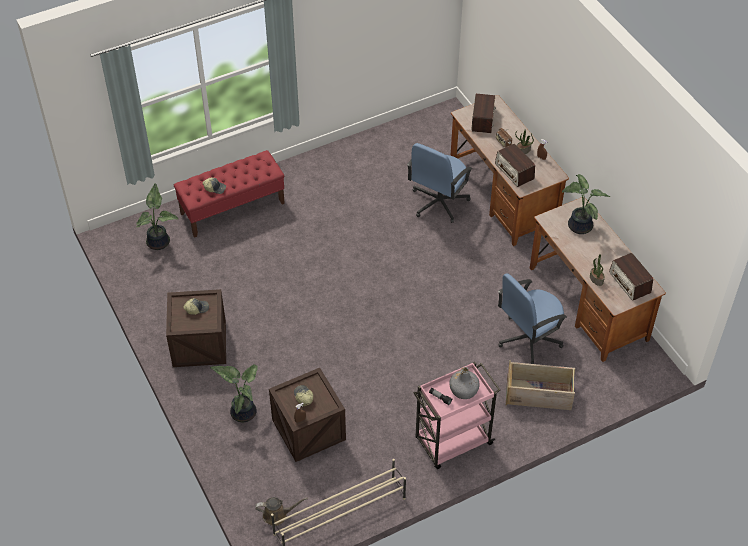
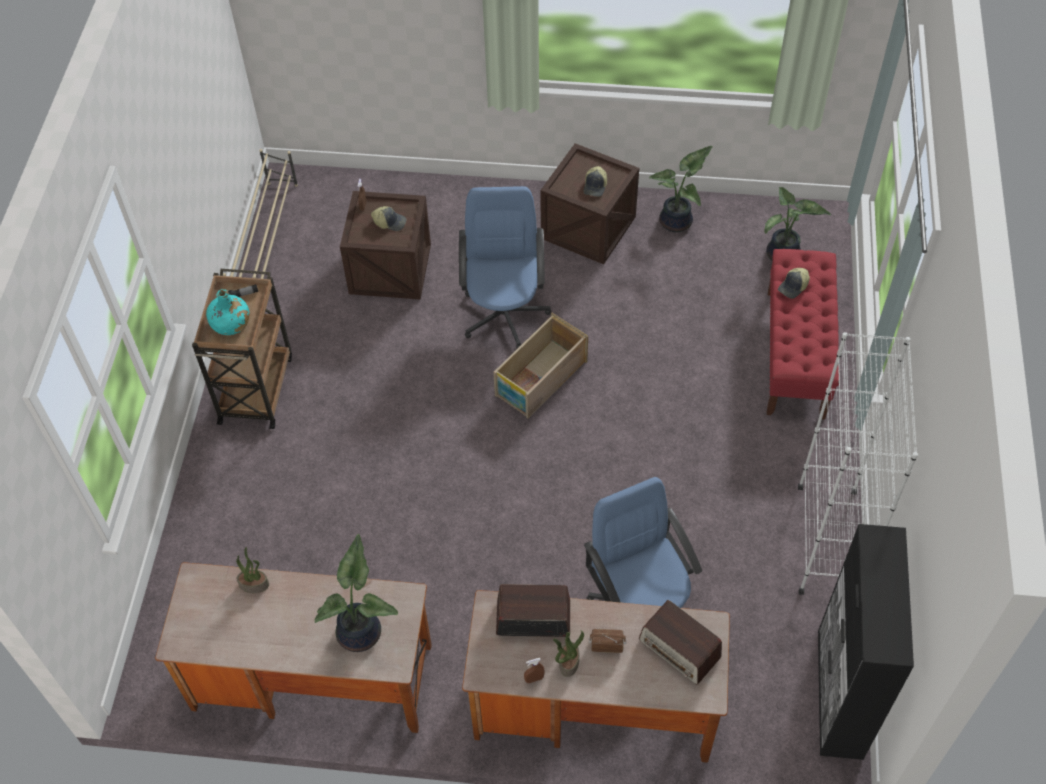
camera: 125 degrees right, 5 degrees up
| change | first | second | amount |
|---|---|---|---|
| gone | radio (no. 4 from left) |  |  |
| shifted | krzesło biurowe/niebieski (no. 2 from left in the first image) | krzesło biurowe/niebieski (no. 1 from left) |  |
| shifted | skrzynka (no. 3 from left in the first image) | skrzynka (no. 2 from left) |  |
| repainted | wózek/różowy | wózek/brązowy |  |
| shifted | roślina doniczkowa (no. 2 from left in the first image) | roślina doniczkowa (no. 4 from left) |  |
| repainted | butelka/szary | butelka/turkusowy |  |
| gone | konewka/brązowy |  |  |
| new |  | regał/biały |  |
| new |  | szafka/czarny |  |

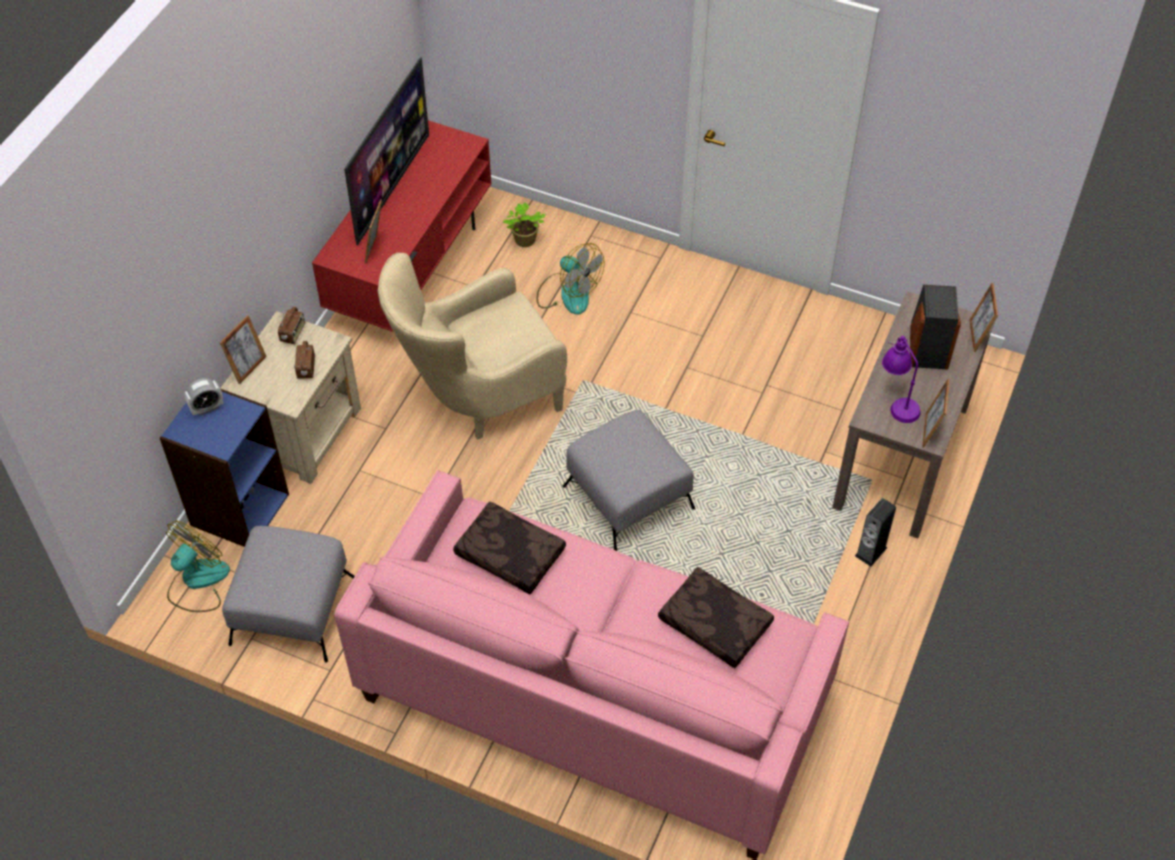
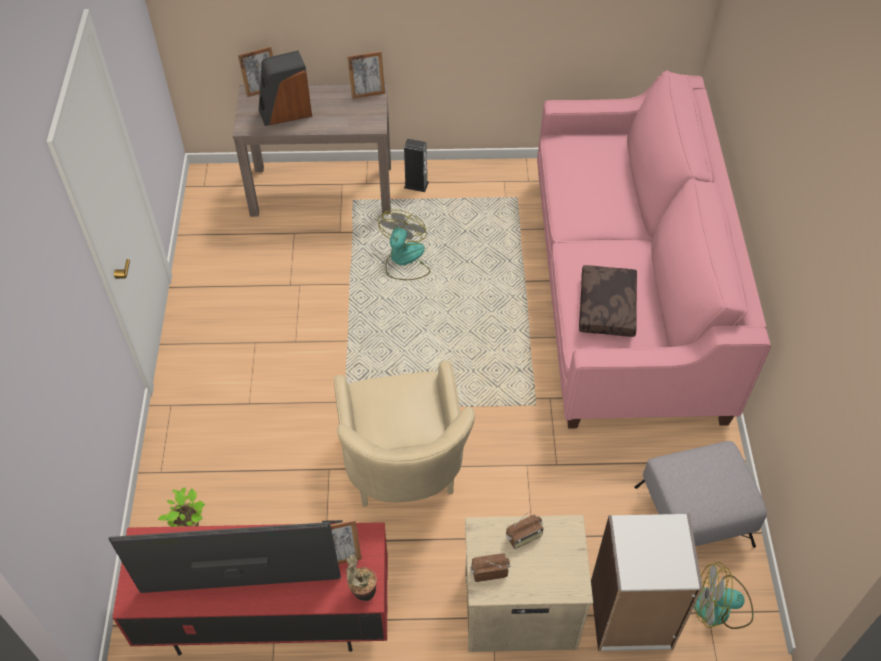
camera: 115 degrees left, 0 degrees up
| change | first | second | amount |
|---|---|---|---|
| shifted | wentylator (no. 2 from left in the first image) | wentylator (no. 1 from left) |  |
| rotated | fotel/beżowy |  | 45 degrees clockwise |
| gone | ramka na zdjęcie (no. 1 from left) |  |  |
| gone | lampa stołowa/fioletowy |  |  |
| gone | budzik |  |  |
| repainted | regał/niebieski | regał/biały |  |
| gone | pufa/szary (no. 2 from left) |  |  |
| gone | poduszka/brązowy (no. 2 from left) |  |  |
| new |  | roślina doniczkowa (no. 2 from left) |  |

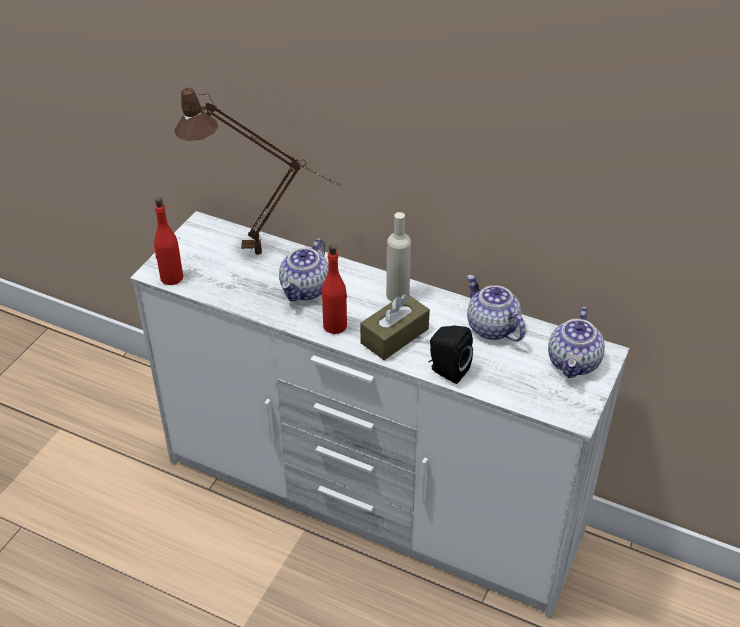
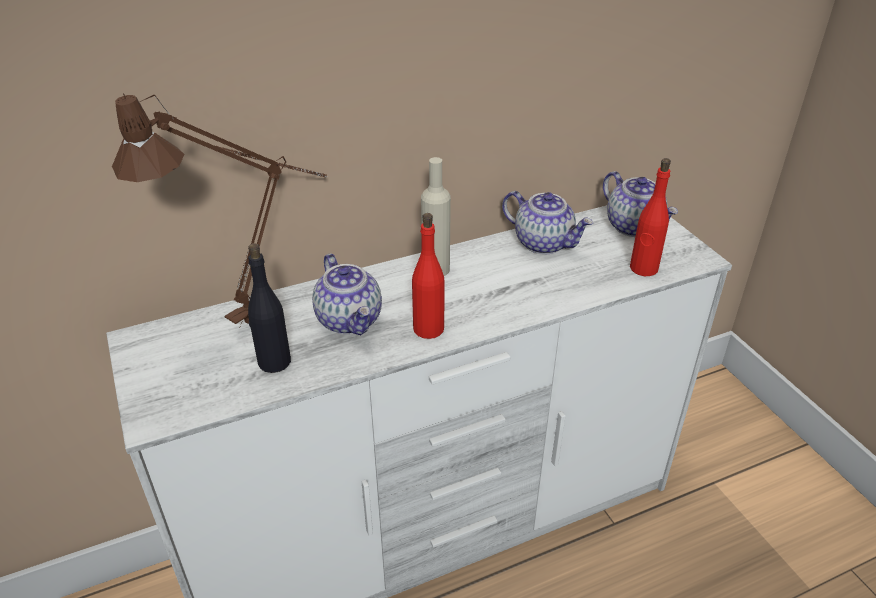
camera: 50 degrees left, 5 degrees down
| change | first | second | amount |
|---|---|---|---|
| shifted | butelka/czerwony (no. 1 from left in the first image) | butelka/czerwony (no. 2 from left) |  |
| rotated | imbryk (no. 2 from left) |  | 150 degrees counterclockwise |
| gone | pudełko chusteczek/brązowy |  |  |
| gone | głośnik/czarny |  |  |
| new |  | butelka/czarny |  |

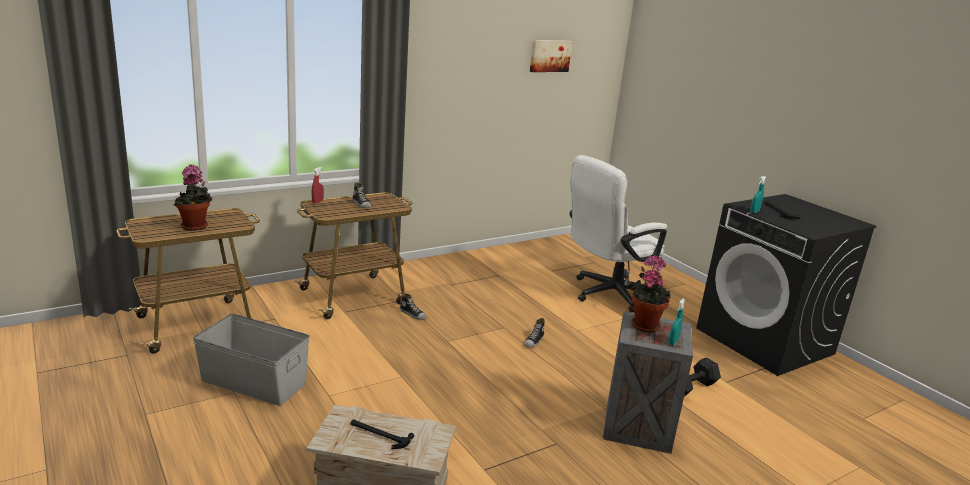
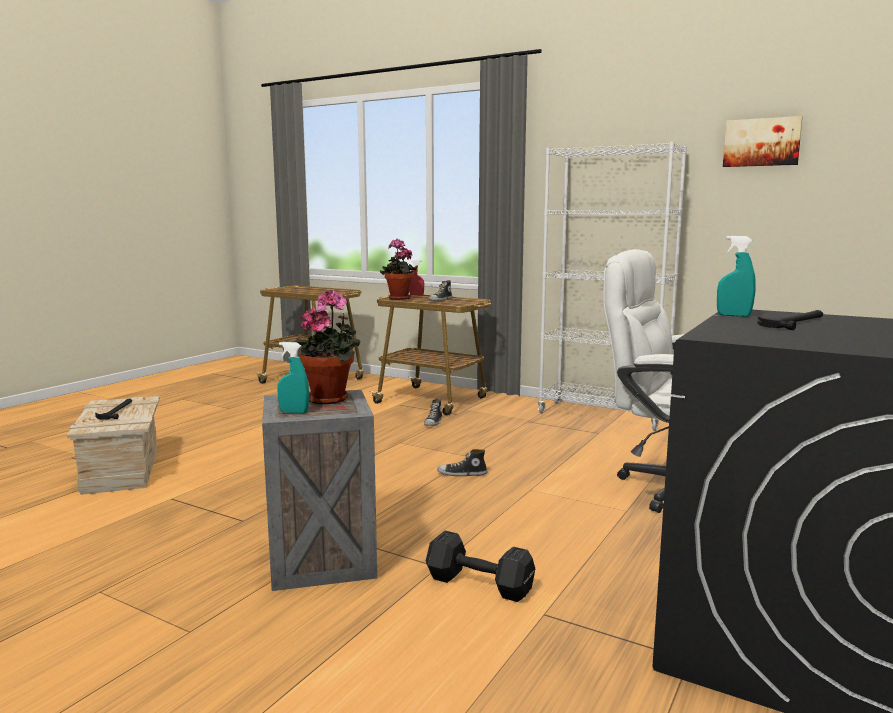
camera: 65 degrees right, 10 degrees down
| change | first | second | amount |
|---|---|---|---|
| shifted | roślina doniczkowa (no. 1 from left in the first image) | roślina doniczkowa (no. 2 from left) |  |
| gone | pojemnik do przechowywania/szary |  |  |
| new |  | regał/biały |  |

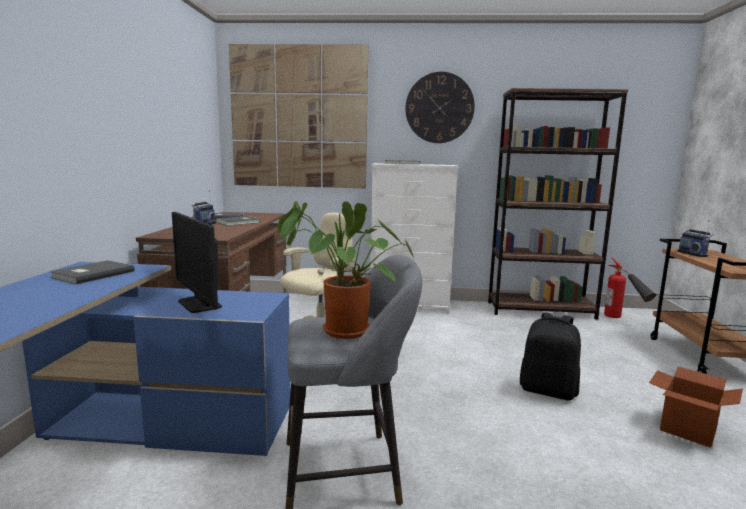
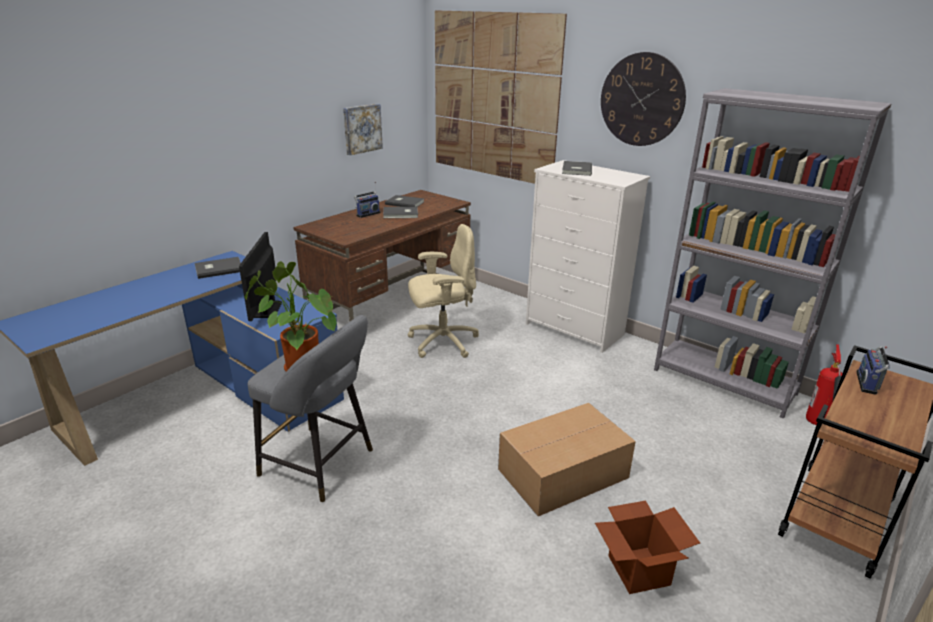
camera: 35 degrees right, 15 degrees up
| change | first | second | amount |
|---|---|---|---|
| repainted | regał/brązowy | regał/szary |  |
| swapped | plecak/czarny | karton (no. 1 from left) |  |
| new |  | obraz (no. 1 from left) |  |

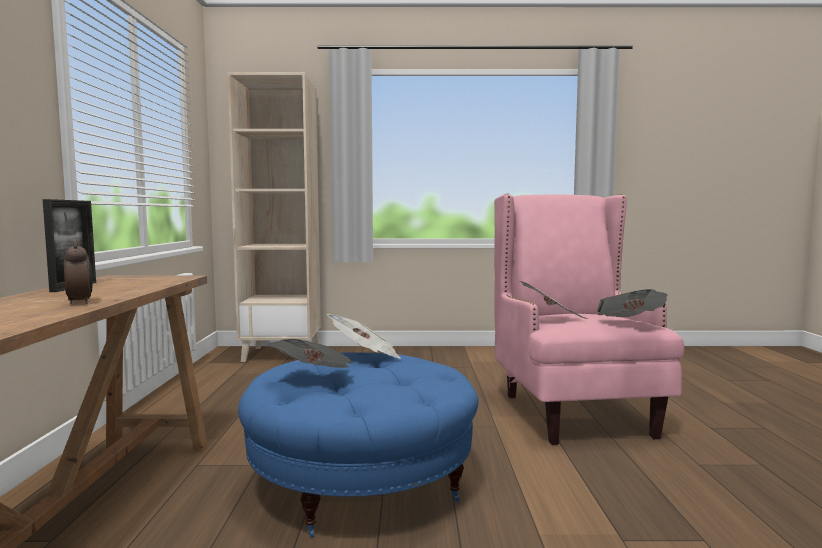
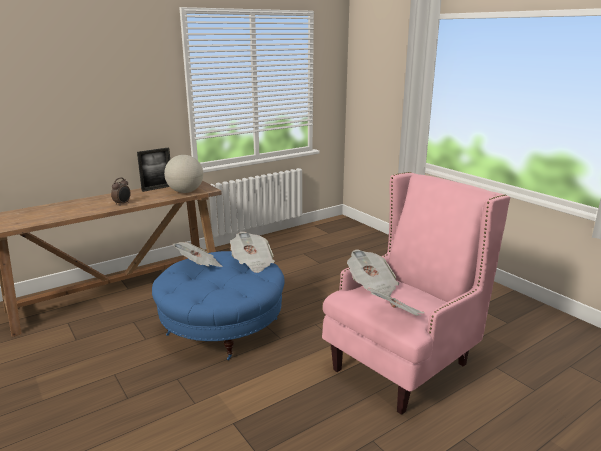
camera: 55 degrees right, 15 degrees up
| change | first | second | amount |
|---|---|---|---|
| gone | regał/beżowy |  |  |
| new |  | globus |  |

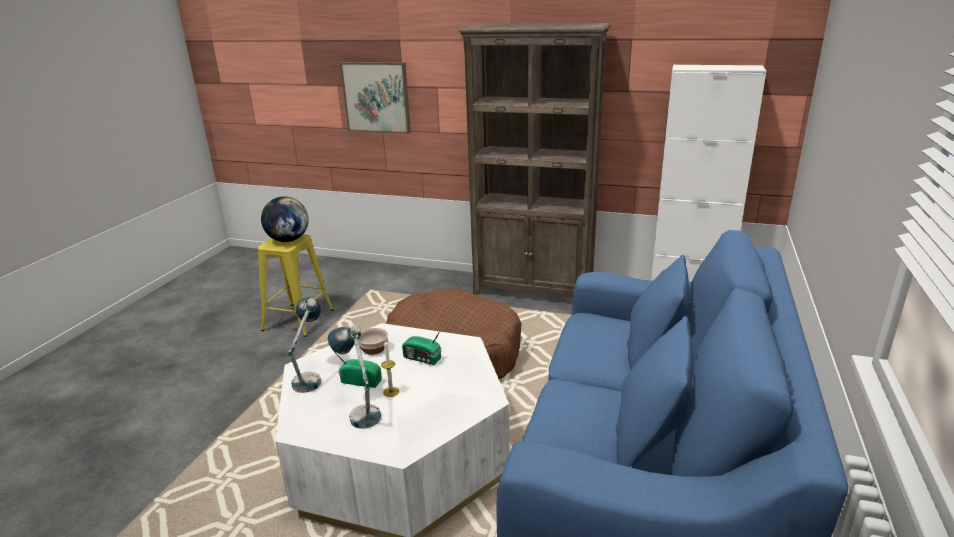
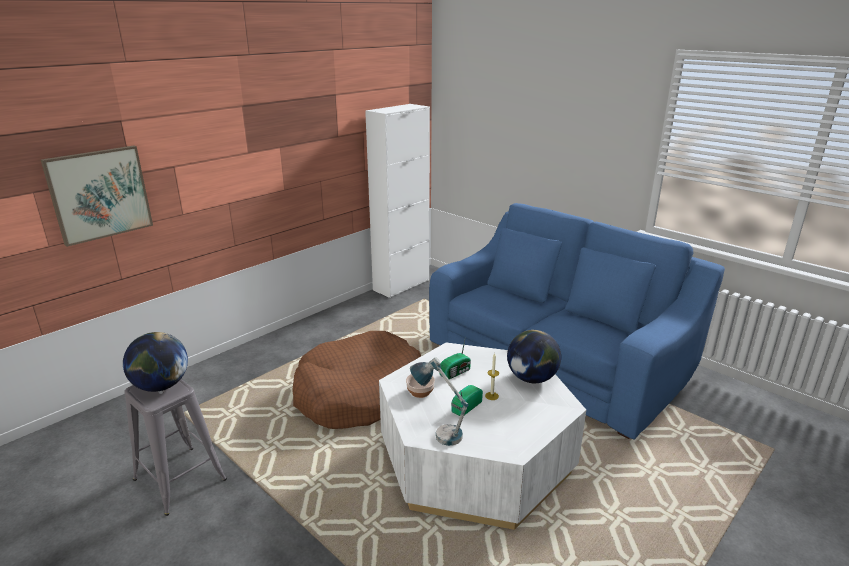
camera: 65 degrees left, 0 degrees up
| change | first | second | amount |
|---|---|---|---|
| gone | regał/brązowy |  |  |
| repainted | stołek/żółty | stołek/szary |  |
| gone | lampa stołowa (no. 2 from left) |  |  |
| new |  | globus (no. 2 from left) |  |

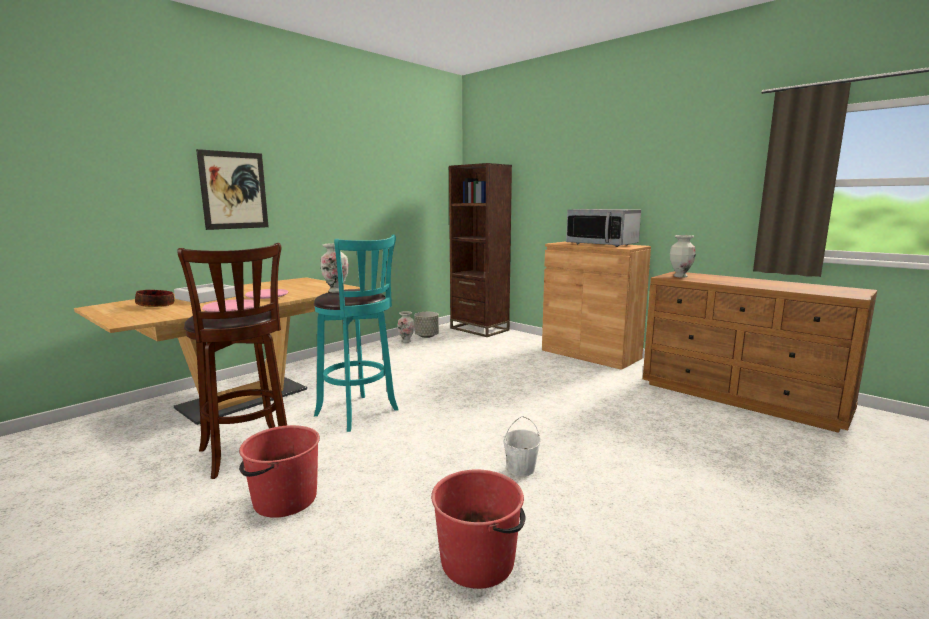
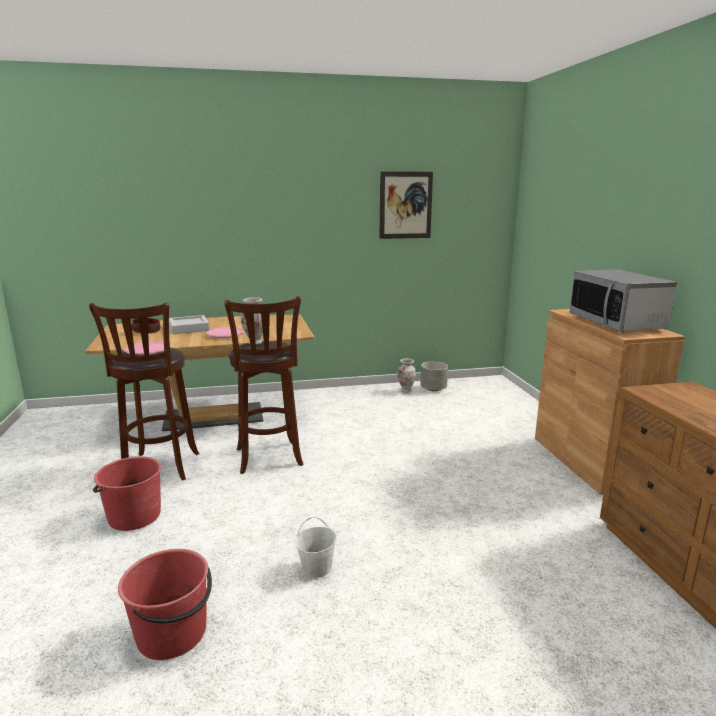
camera: 35 degrees right, 5 degrees up
| change | first | second | amount |
|---|---|---|---|
| shifted | obraz |  |  |
| gone | regał/brązowy |  |  |
| repainted | stołek/turkusowy | stołek/brązowy (no. 2 from left) |  |
| gone | wazon (no. 3 from left) |  |  |

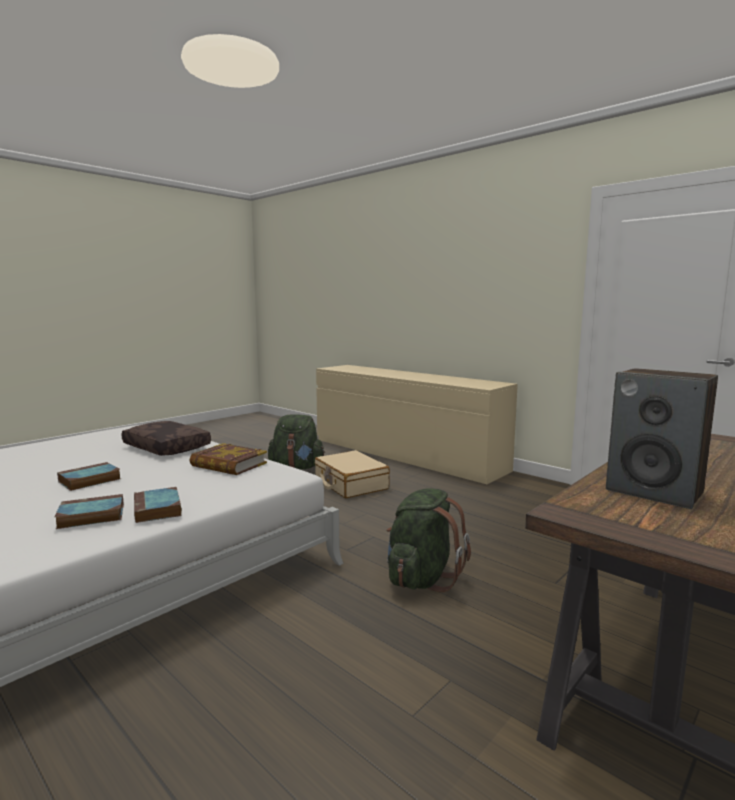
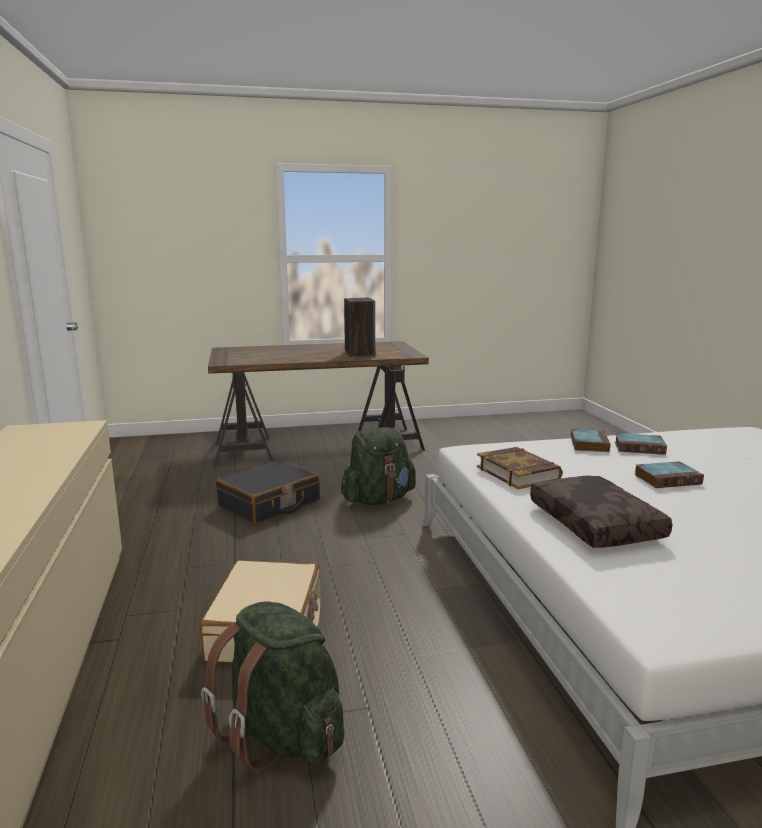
camera: 145 degrees left, 5 degrees up
| change | first | second | amount |
|---|---|---|---|
| new |  | walizka/czarny |  |

